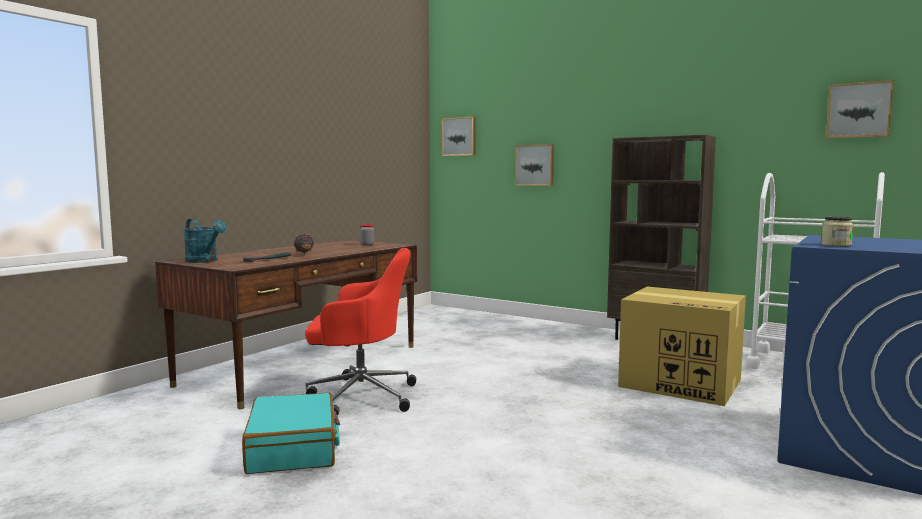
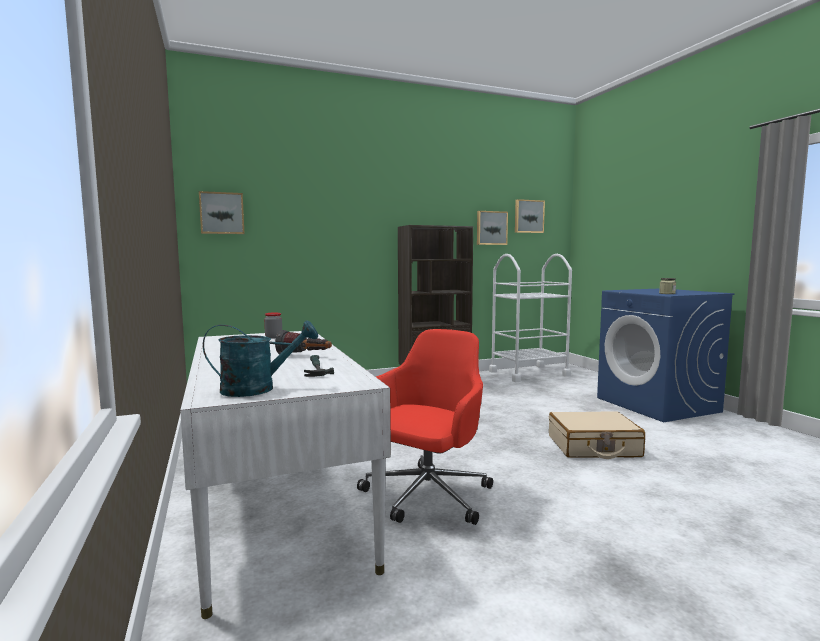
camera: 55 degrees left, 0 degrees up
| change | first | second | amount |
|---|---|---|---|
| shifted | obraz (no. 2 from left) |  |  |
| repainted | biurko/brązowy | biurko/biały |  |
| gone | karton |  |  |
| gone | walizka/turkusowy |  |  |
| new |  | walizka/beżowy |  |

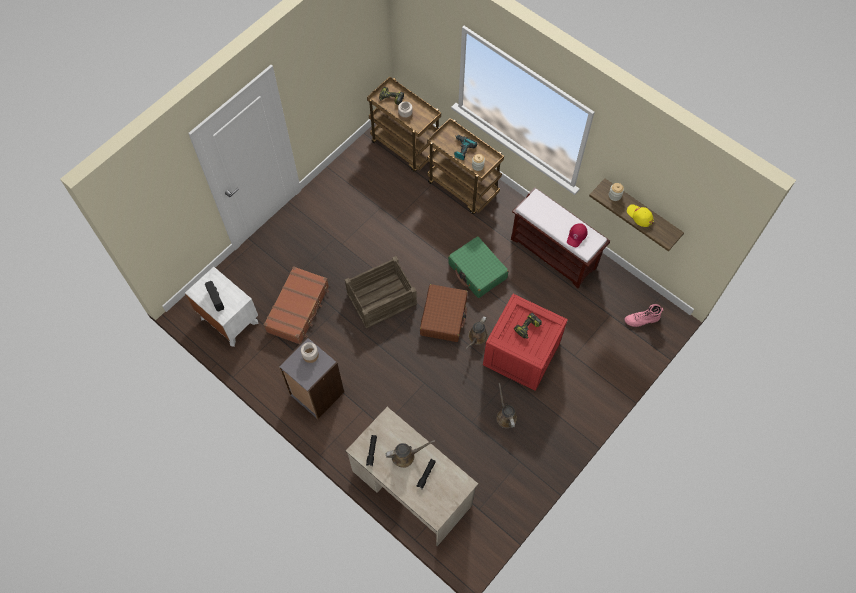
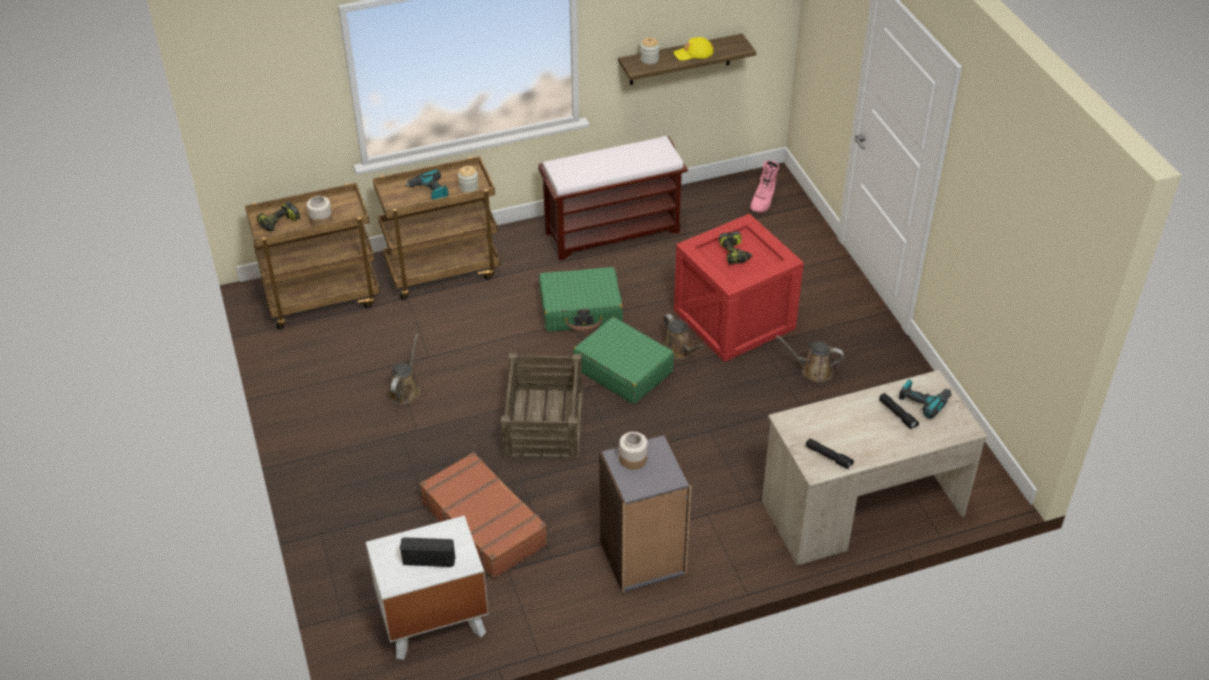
camera: 60 degrees left, 20 degrees down
| change | first | second | amount |
|---|---|---|---|
| gone | czapka z daszkiem/czerwony |  |  |
| repainted | walizka/brązowy (no. 2 from left) | walizka/zielony (no. 2 from left) |  |
| shifted | konewka/brązowy (no. 1 from left) |  |  |
| new |  | wiertarka (no. 4 from left) |  |

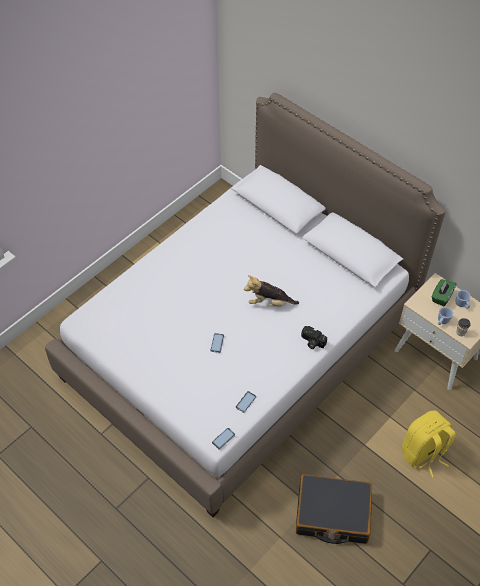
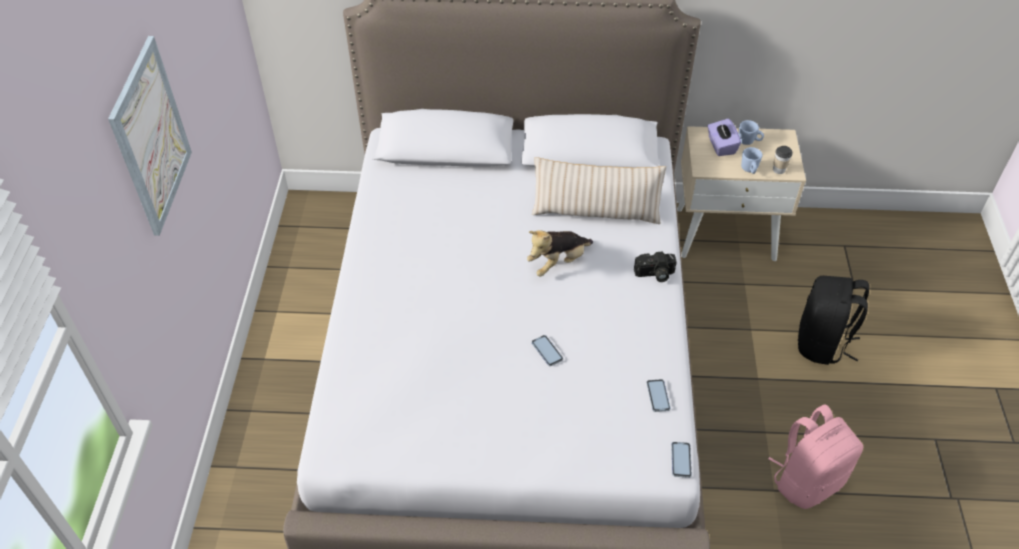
camera: 40 degrees left, 5 degrees down
| change | first | second | amount |
|---|---|---|---|
| repainted | pudełko chusteczek/zielony | pudełko chusteczek/fioletowy |  |
| repainted | plecak/żółty | plecak/czarny |  |
| swapped | walizka/czarny | plecak/różowy |  |
| new |  | obraz |  |
| new |  | poduszka/beżowy |  |

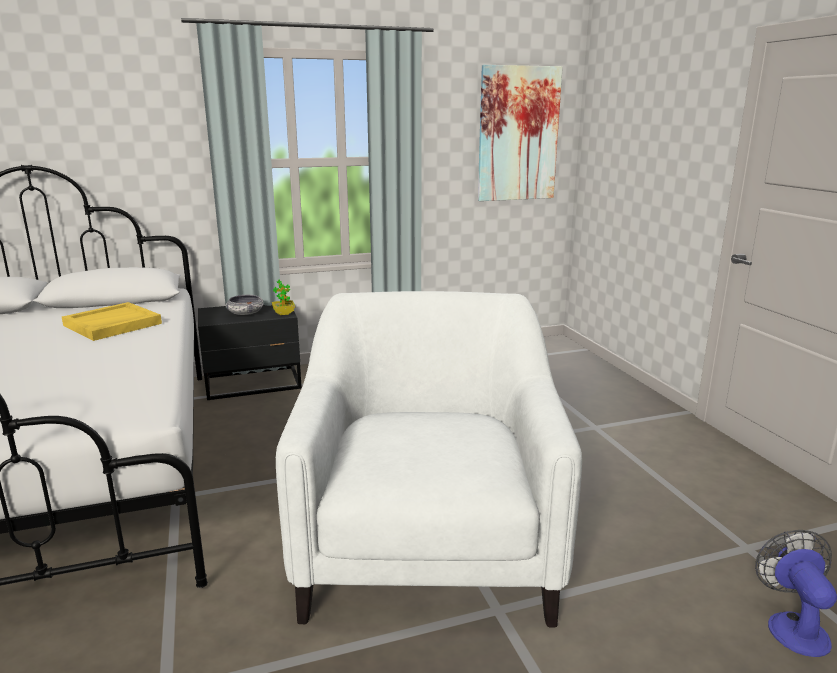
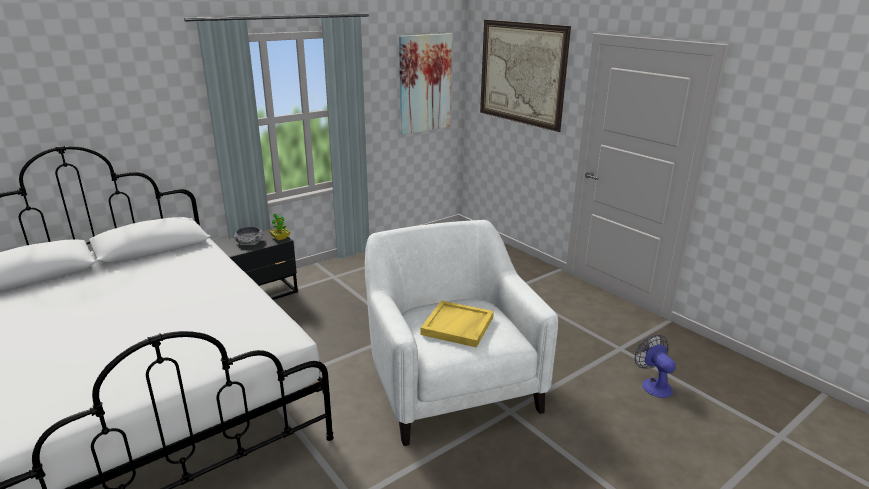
camera: 20 degrees left, 5 degrees up
| change | first | second | amount |
|---|---|---|---|
| shifted | taca/żółty |  |  |
| new |  | obraz (no. 2 from left) |  |

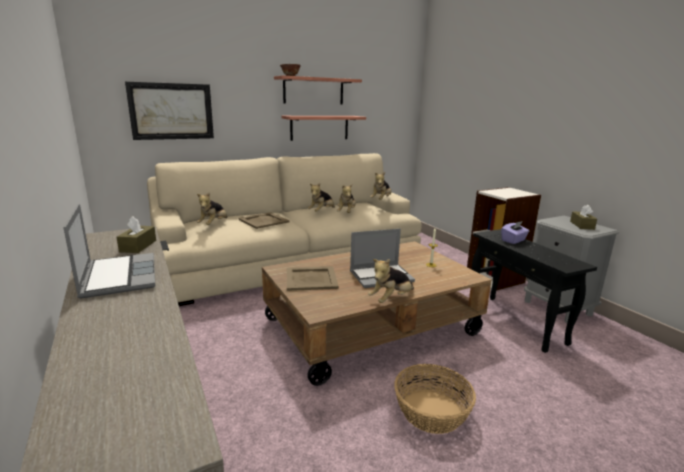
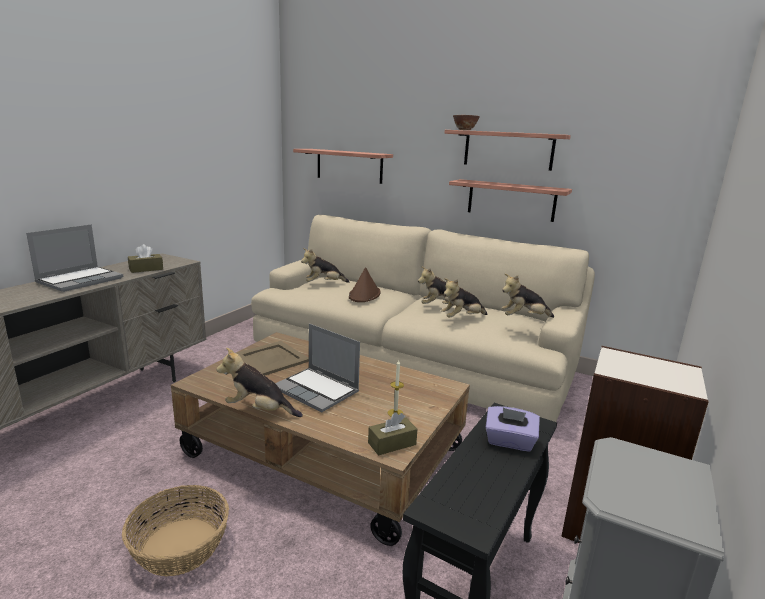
camera: 55 degrees right, 0 degrees up
| change | first | second | amount |
|---|---|---|---|
| swapped | obraz | półka (no. 1 from left) |  |
| shifted | pudełko chusteczek/brązowy (no. 2 from left) |  |  |
| swapped | taca/beżowy (no. 1 from left) | kapelusz/brązowy |  |

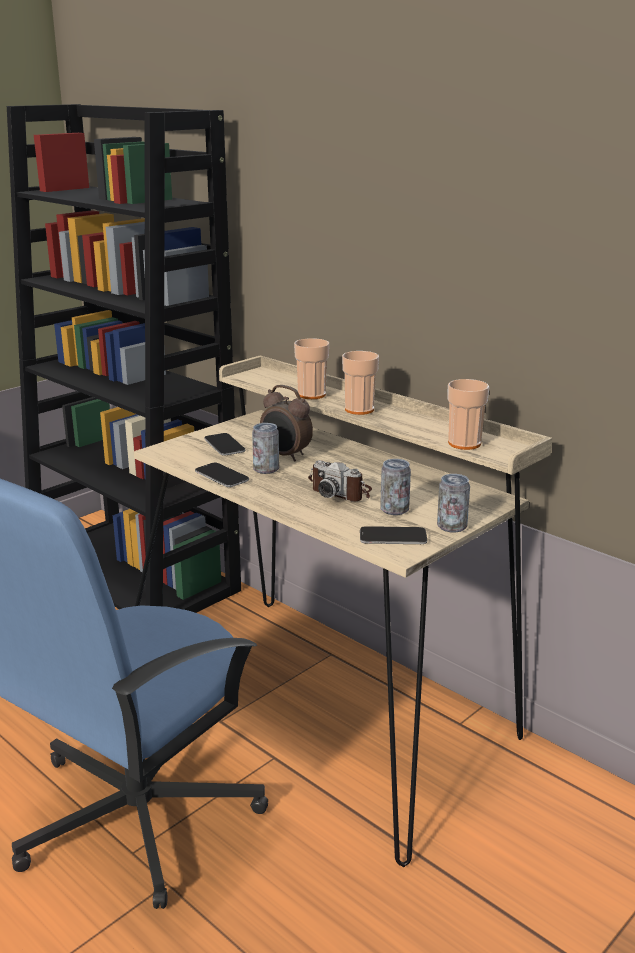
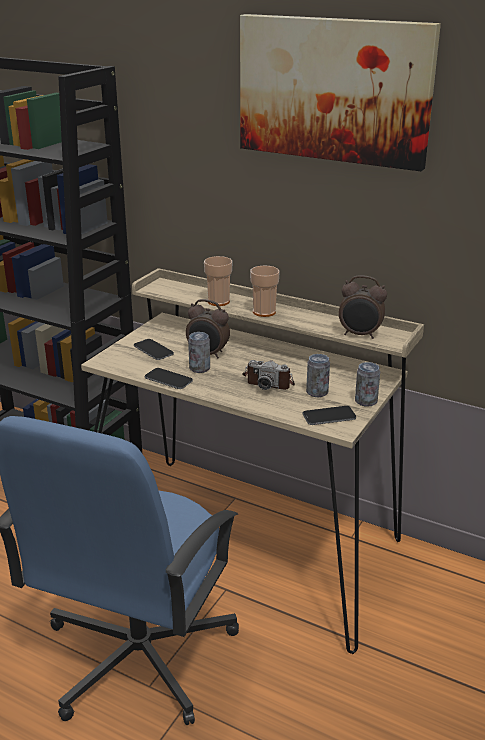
camera: 15 degrees left, 5 degrees up
| change | first | second | amount |
|---|---|---|---|
| swapped | filiżanka (no. 3 from left) | budzik (no. 2 from left) |  |
| new |  | obraz |  |

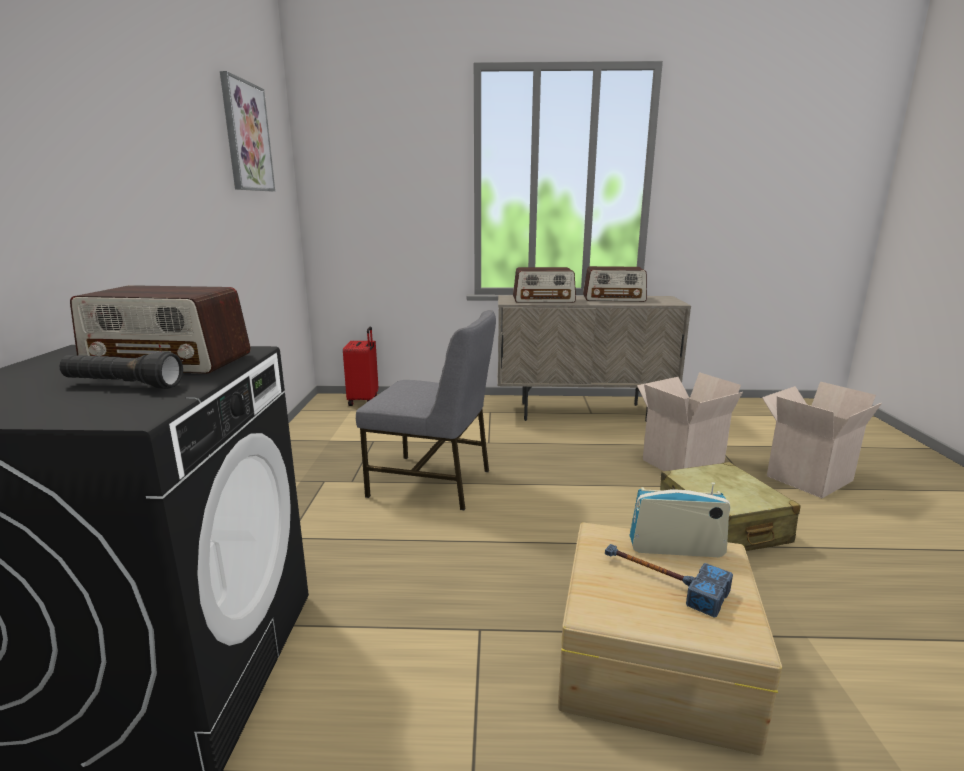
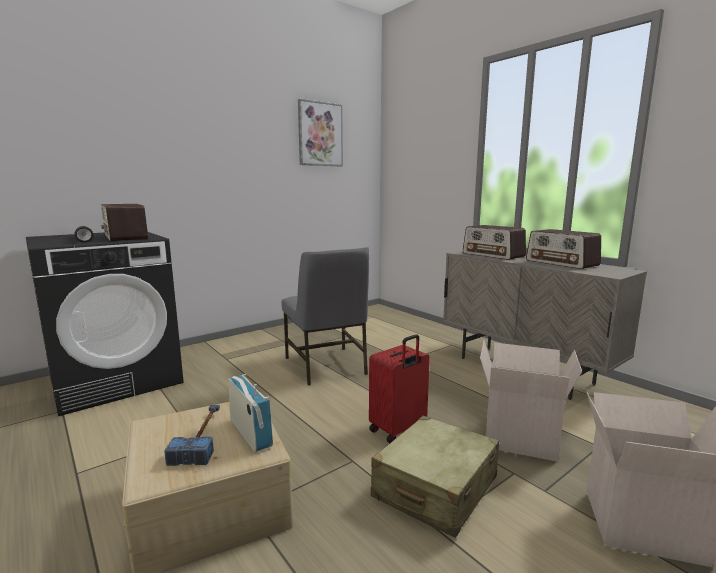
camera: 50 degrees right, 5 degrees down
| change | first | second | amount |
|---|---|---|---|
| shifted | walizka/czerwony |  |  |

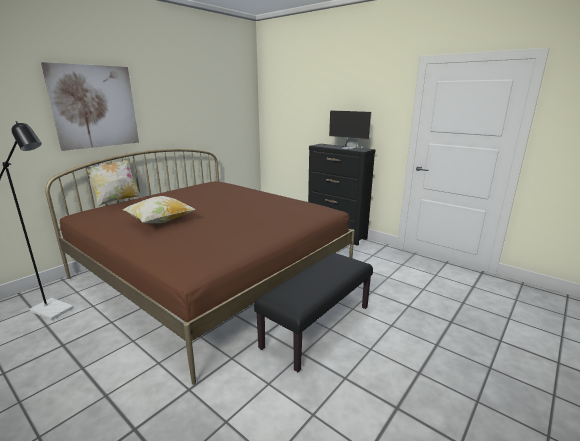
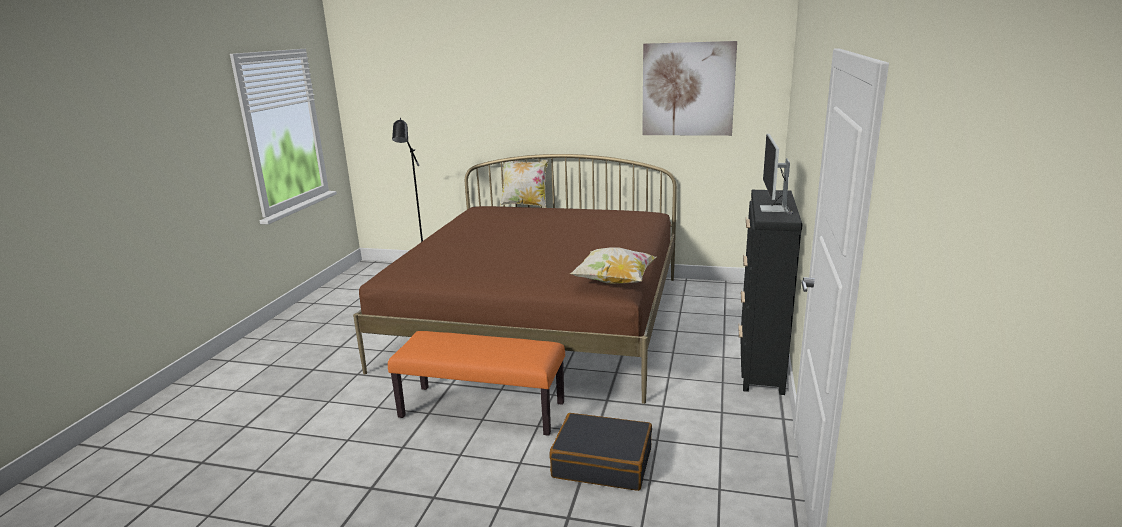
camera: 65 degrees right, 0 degrees up
| change | first | second | amount |
|---|---|---|---|
| shifted | obraz |  |  |
| shifted | poduszka (no. 2 from left) |  |  |
| repainted | ławka/czarny | ławka/pomarańczowy |  |
| new |  | walizka/czarny |  |

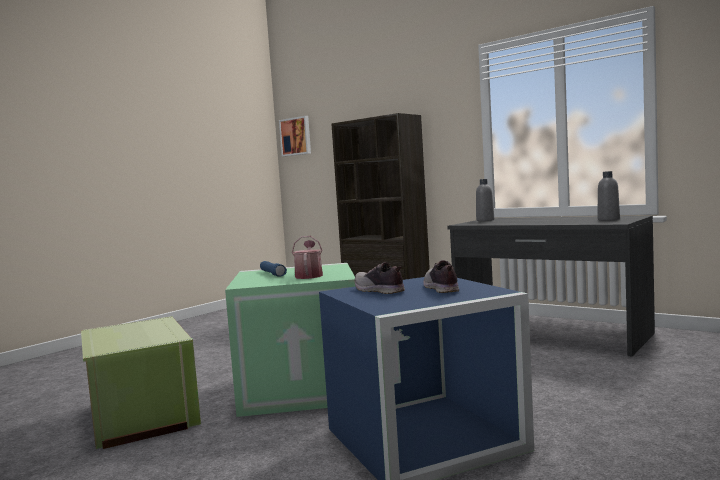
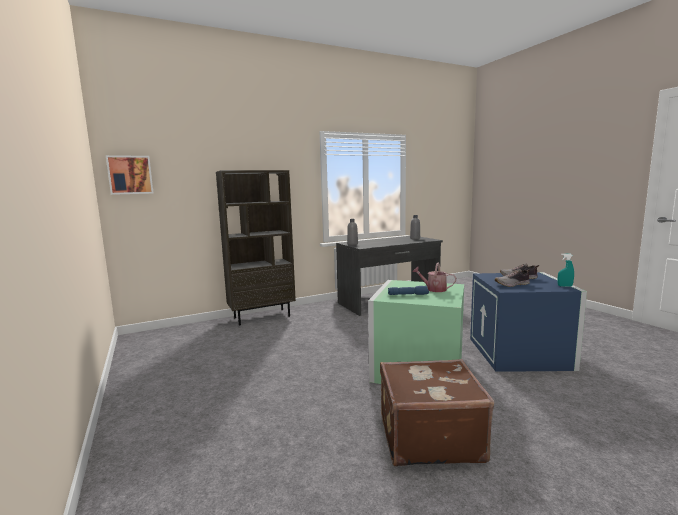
camera: 65 degrees left, 5 degrees up
| change | first | second | amount |
|---|---|---|---|
| swapped | pojemnik do przechowywania/zielony (no. 1 from left) | walizka/brązowy |  |
| new |  | spryskiwacz/turkusowy |  |

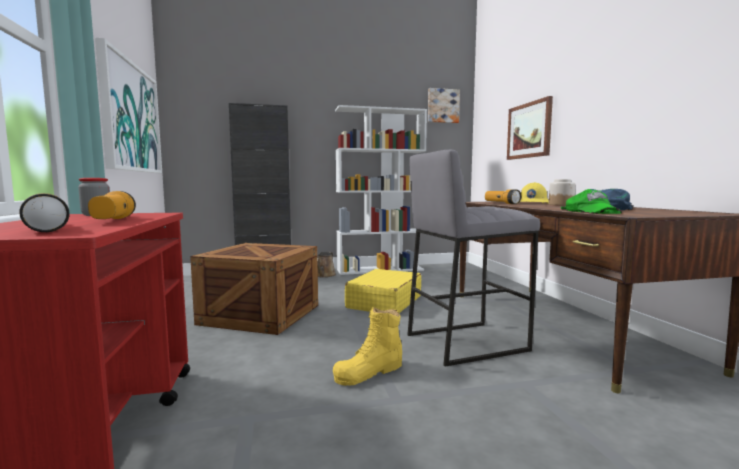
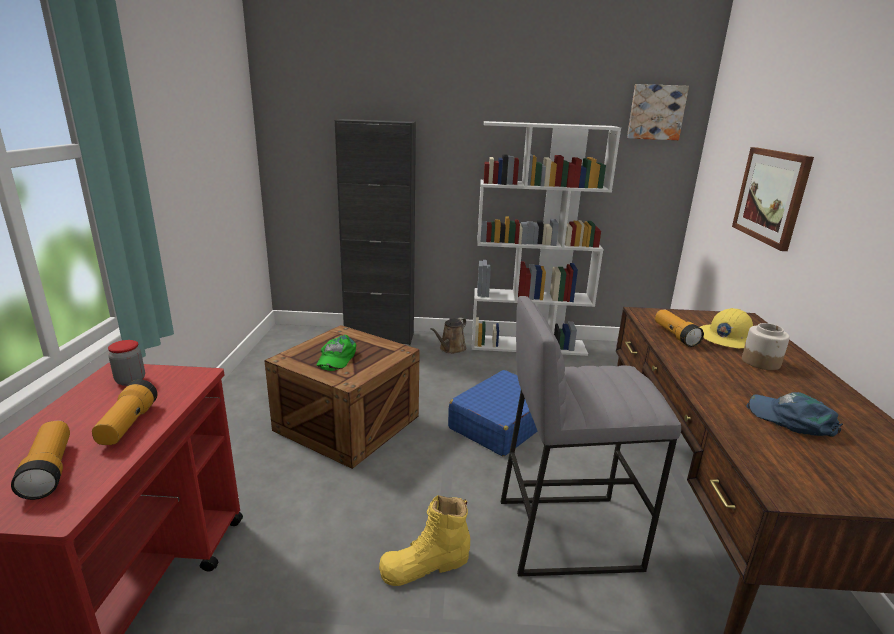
camera: 15 degrees right, 15 degrees up
| change | first | second | amount |
|---|---|---|---|
| gone | obraz (no. 1 from left) |  |  |
| shifted | czapka z daszkiem/zielony |  |  |
| repainted | walizka/żółty | walizka/niebieski |  |

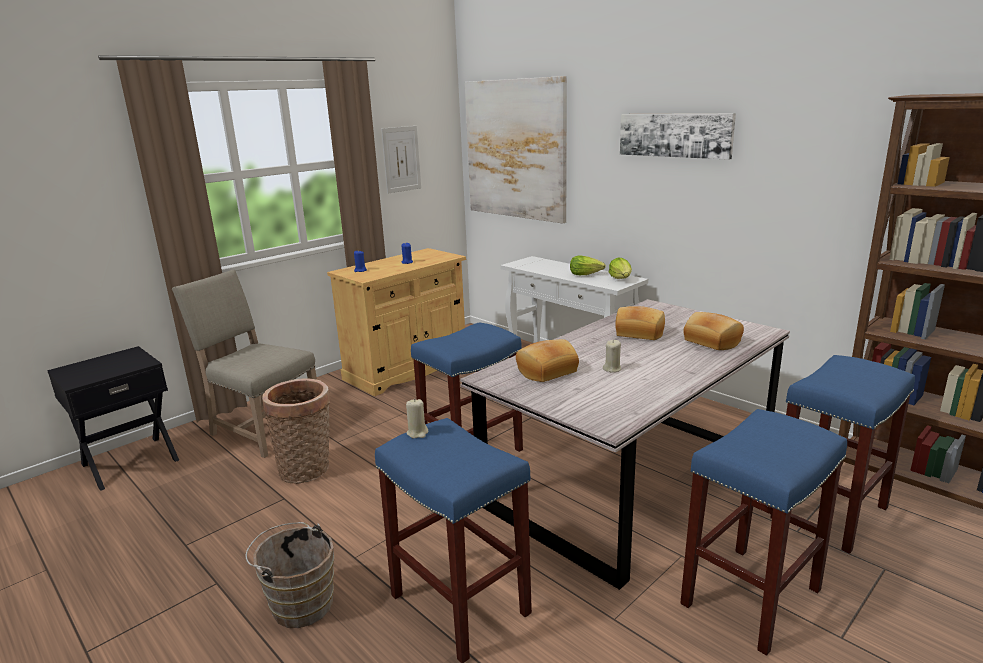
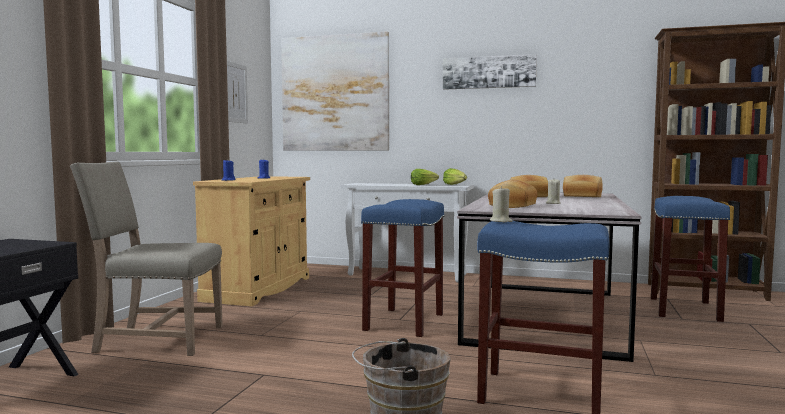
camera: 30 degrees left, 15 degrees down
| change | first | second | amount |
|---|---|---|---|
| gone | koszyk |  |  |
| gone | stołek/niebieski (no. 3 from left) |  |  |

